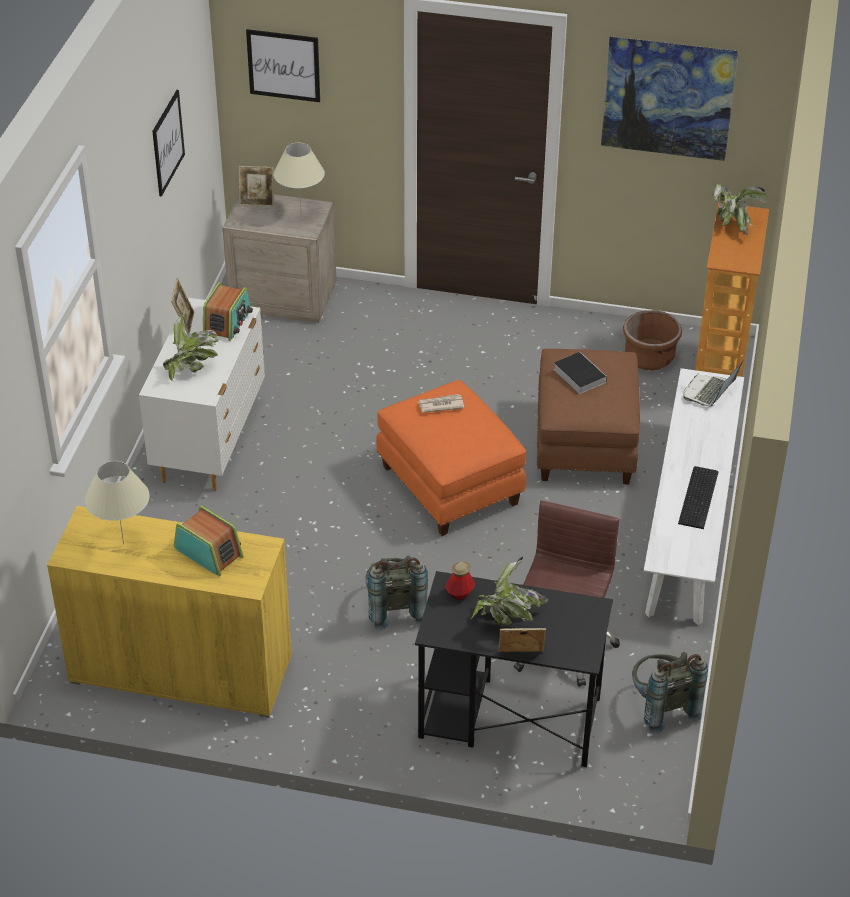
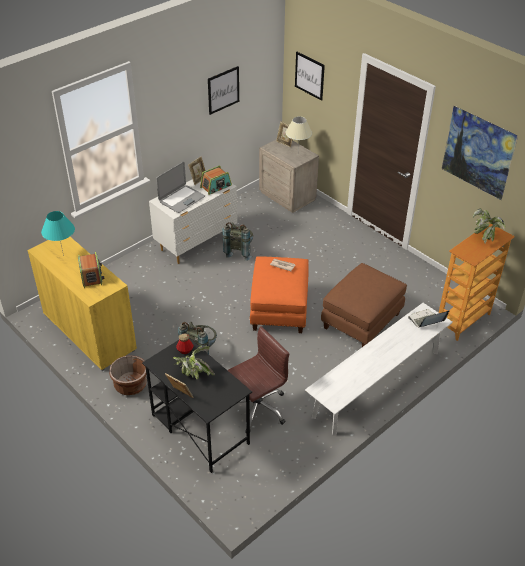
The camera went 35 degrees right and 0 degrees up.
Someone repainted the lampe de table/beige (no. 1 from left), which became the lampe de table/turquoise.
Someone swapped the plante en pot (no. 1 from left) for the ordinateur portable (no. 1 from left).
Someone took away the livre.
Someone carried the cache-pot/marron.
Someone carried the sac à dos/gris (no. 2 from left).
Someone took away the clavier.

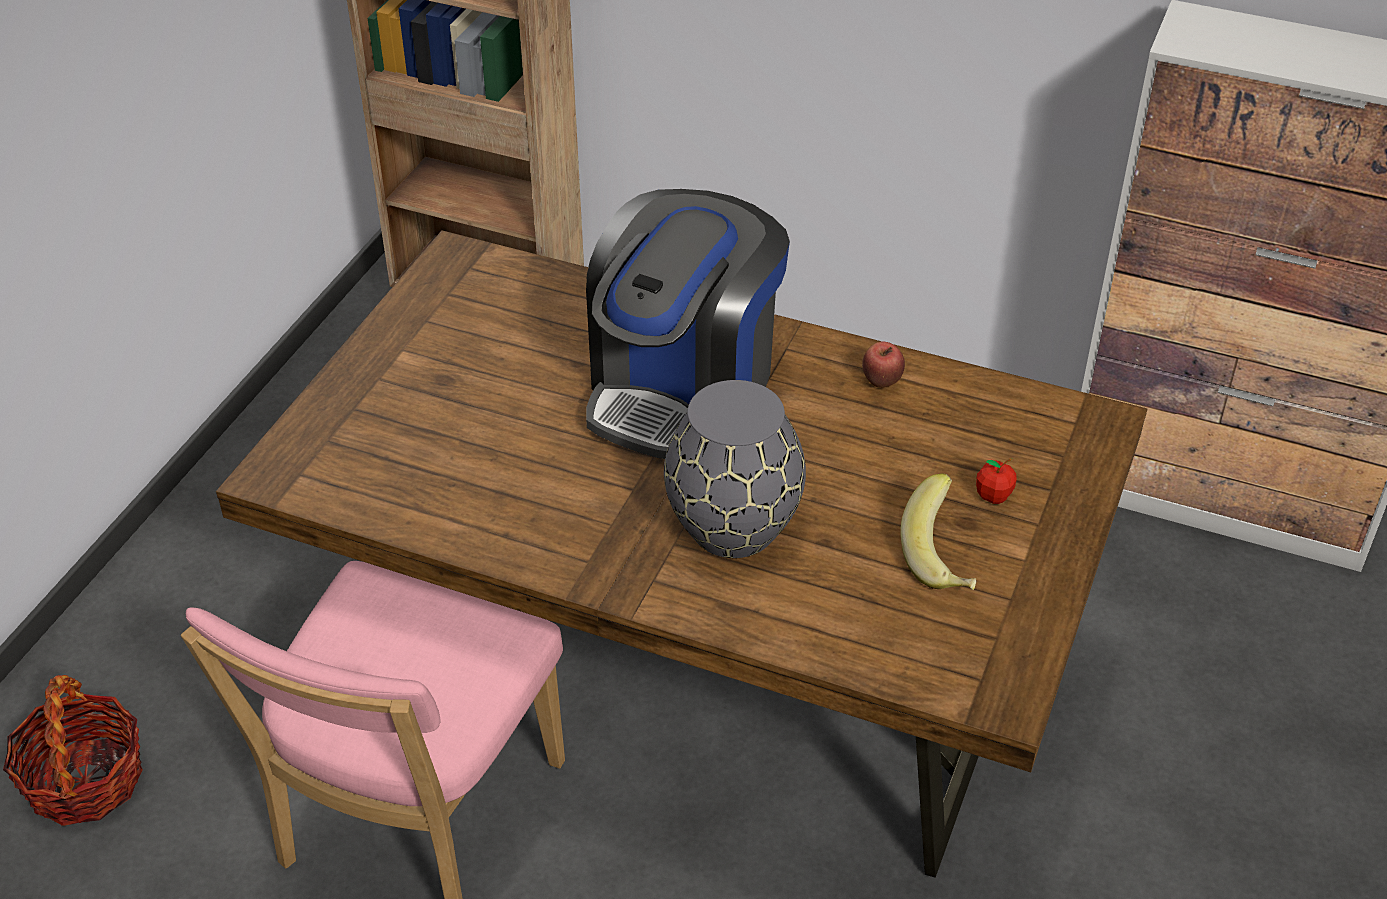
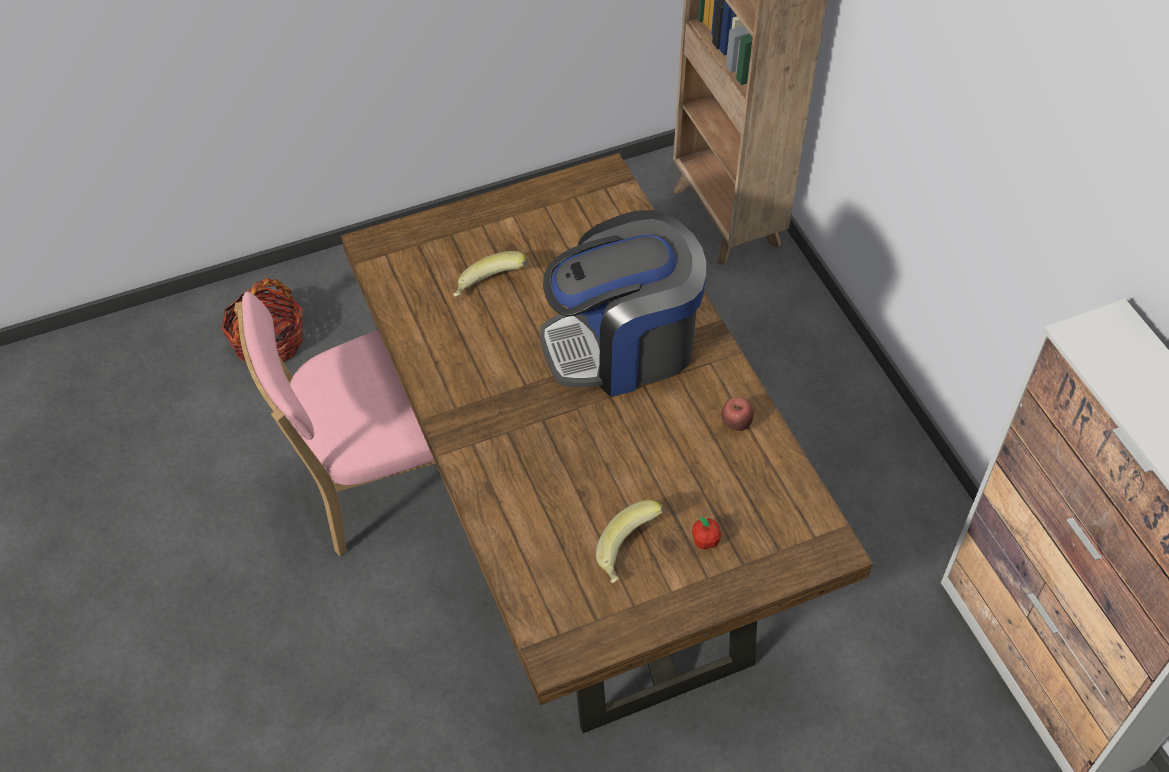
The camera went 45 degrees right and 10 degrees up.
Someone took away the vase/gris.
Someone put down the banane (no. 1 from left).

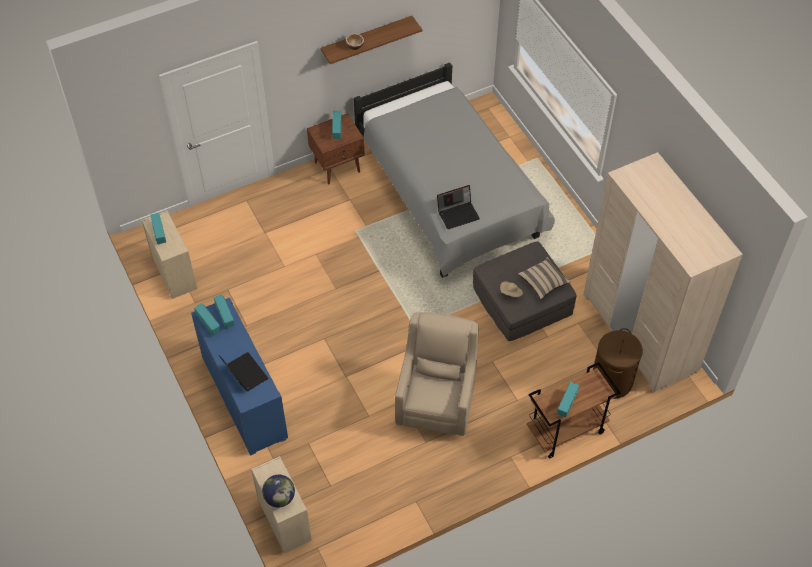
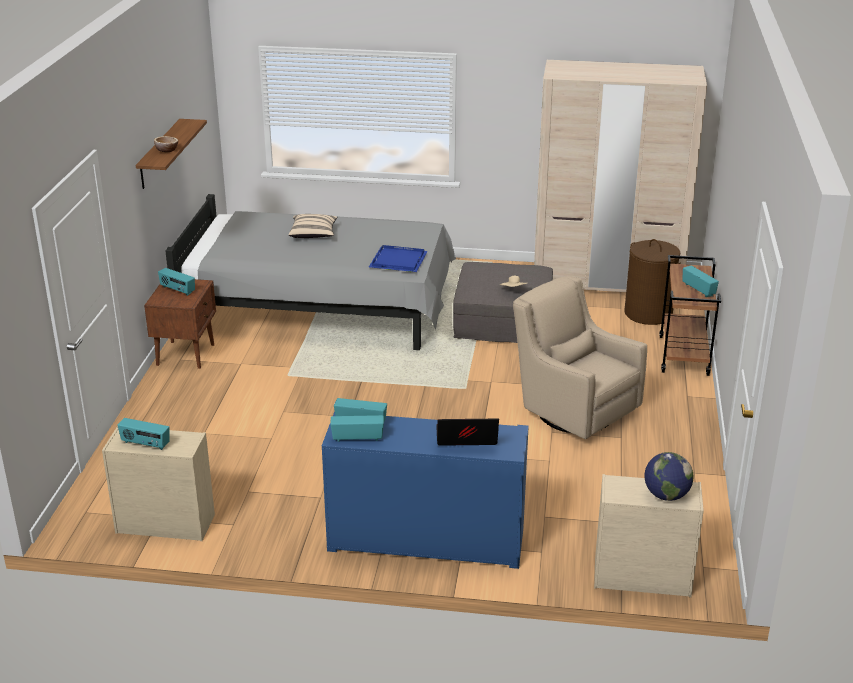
The camera went 55 degrees left and 25 degrees down.
Someone swapped the ordinateur portable (no. 2 from left) for the plateau/bleu.
Someone carried the coussin/beige.

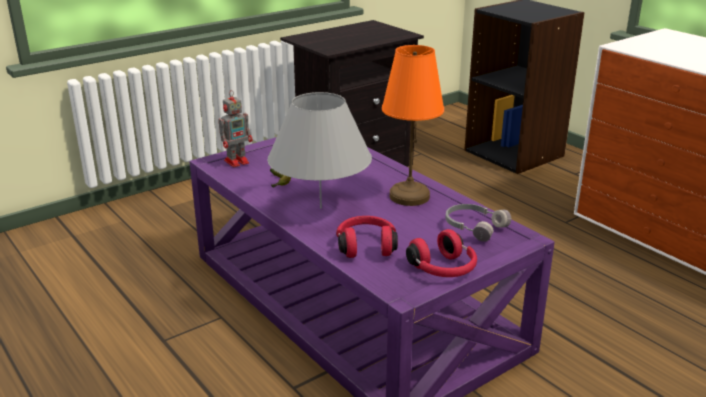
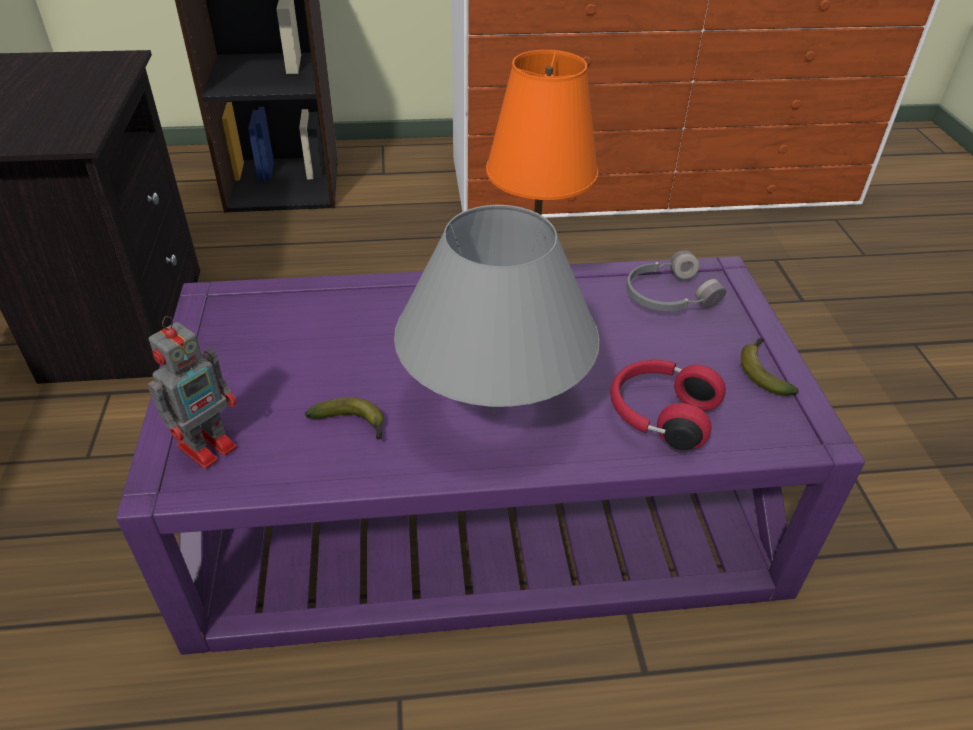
The camera went 60 degrees left and 15 degrees up.
Someone rotated the robot jouet by 45 degrees clockwise.
Someone swapped the casque audio/rouge (no. 2 from left) for the banane (no. 2 from left).

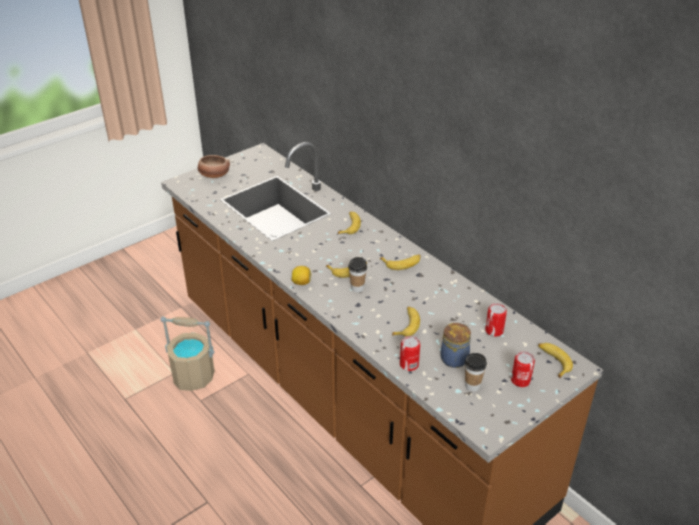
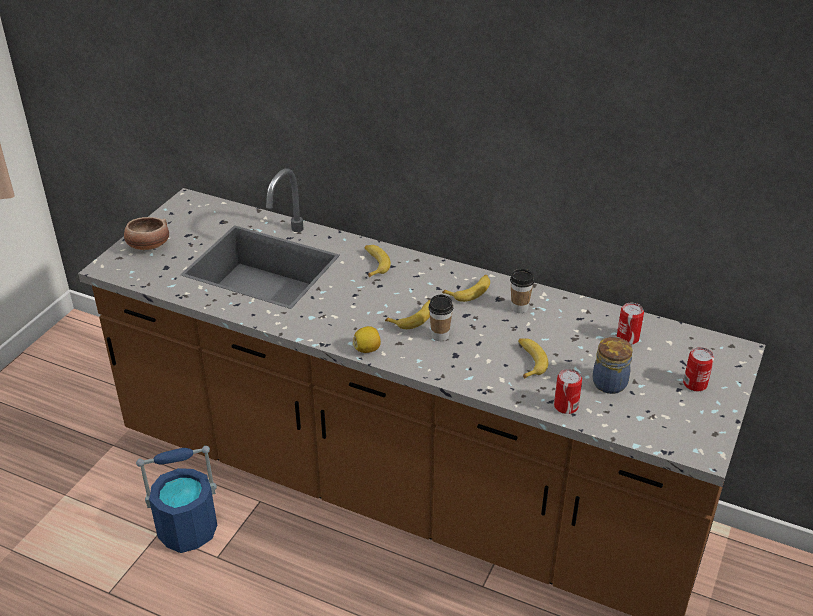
The camera went 25 degrees left and 0 degrees up.
Someone repainted the seau/beige, which became the seau/bleu.
Someone carried the tasse (no. 2 from left).
Someone took away the banane (no. 5 from left).

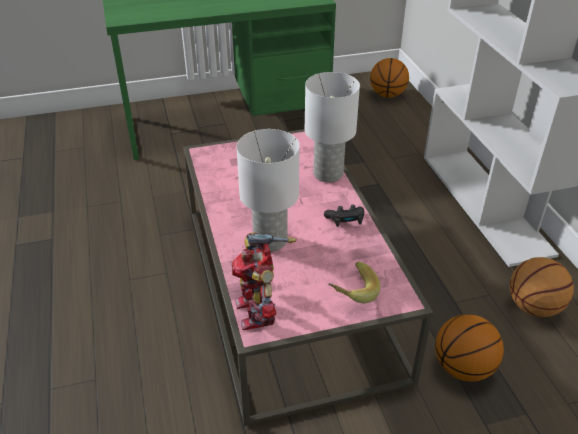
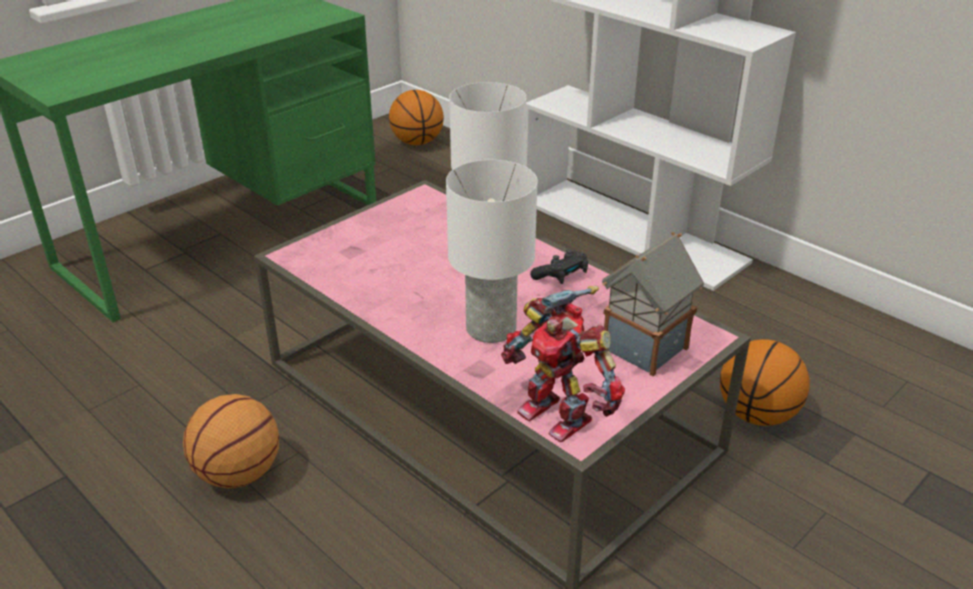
The camera went 30 degrees left and 5 degrees down.
Someone swapped the banane for the maison miniature.
Someone carried the ballon de basket (no. 3 from left in the first image).

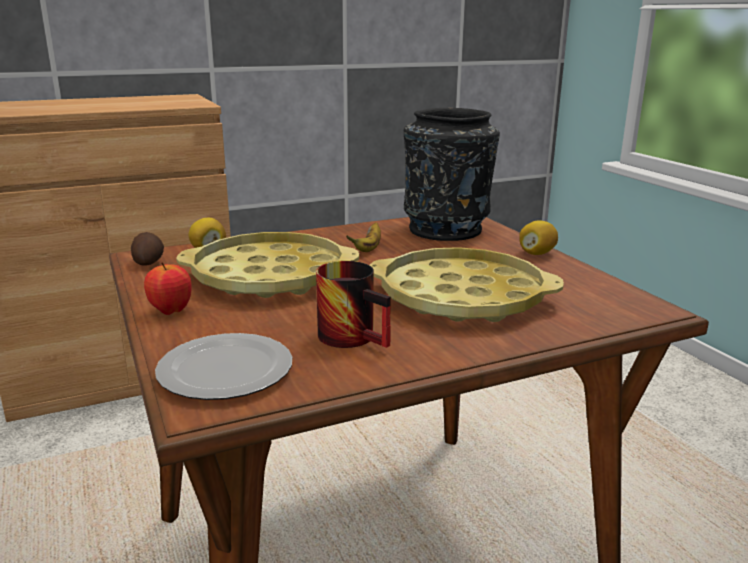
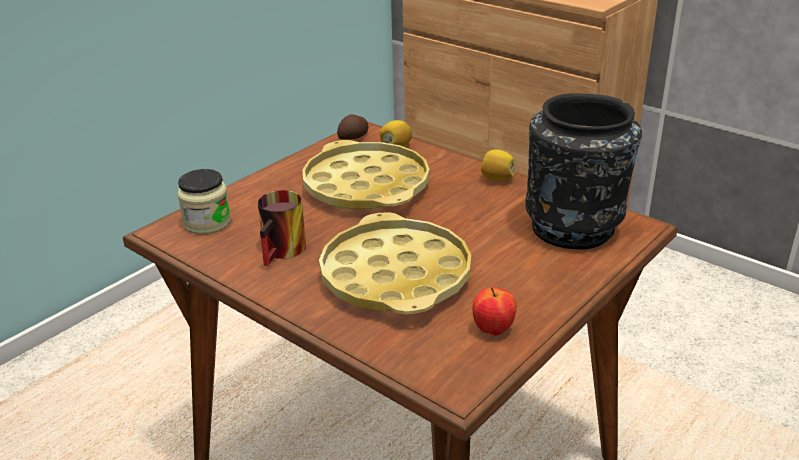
The camera went 65 degrees right and 10 degrees up.
Someone carried the pomme.
Someone swapped the assiette for the bocal.
Someone took away the banane.
Someone carried the citron (no. 2 from left).

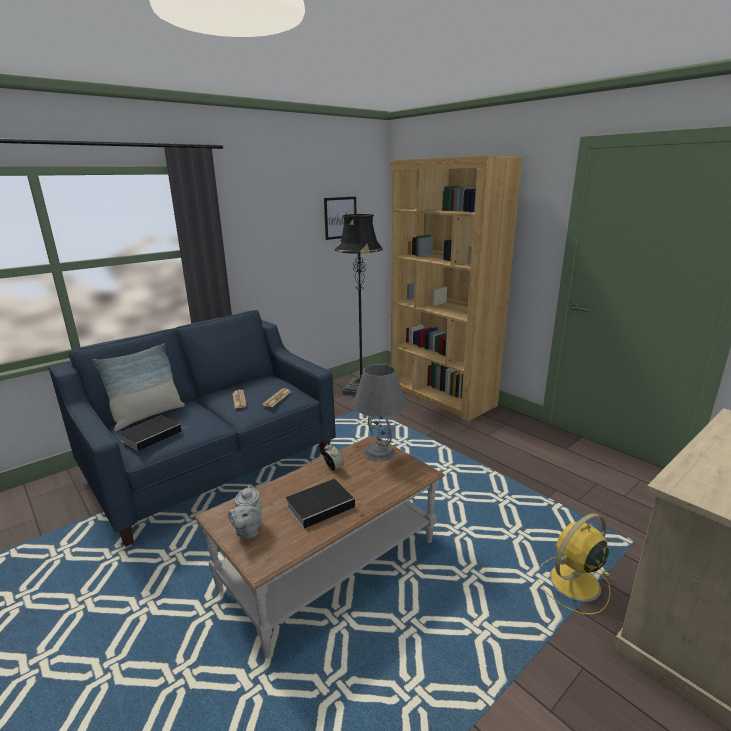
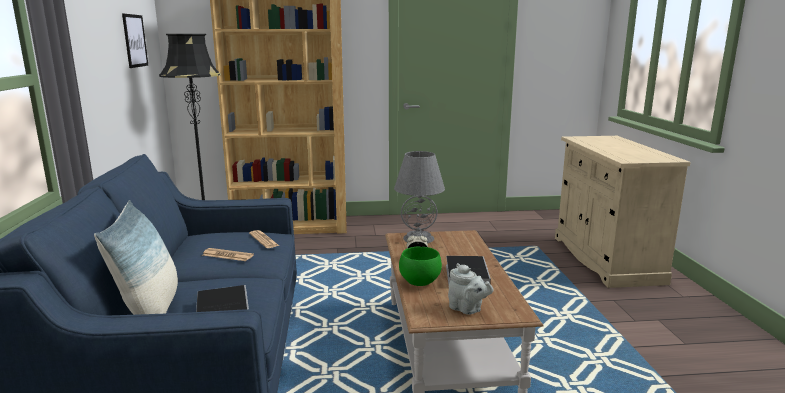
The camera went 55 degrees left and 5 degrees down.
Someone took away the ventilateur/jaune.
Someone put down the bol/vert.

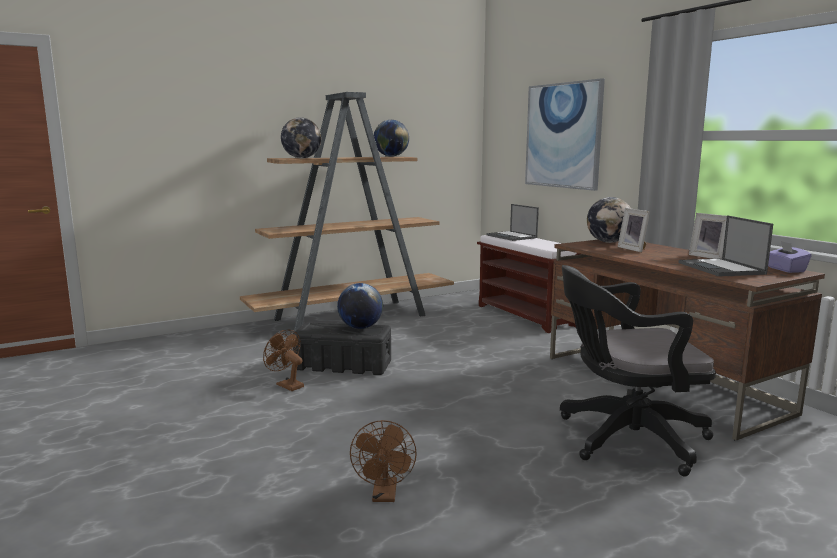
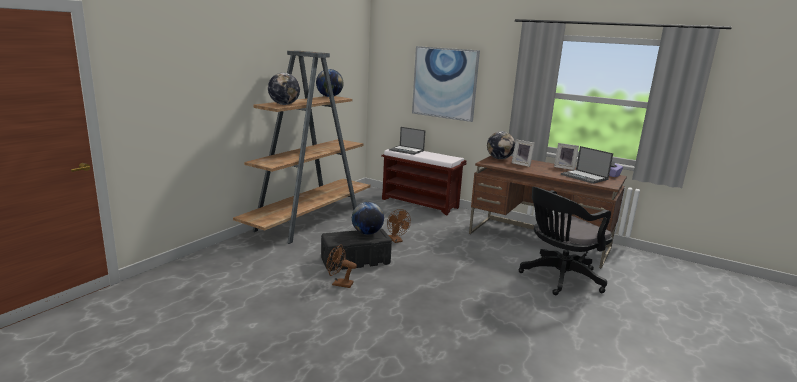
The camera went 30 degrees left and 5 degrees up.
Someone carried the ventilateur/marron (no. 2 from left).

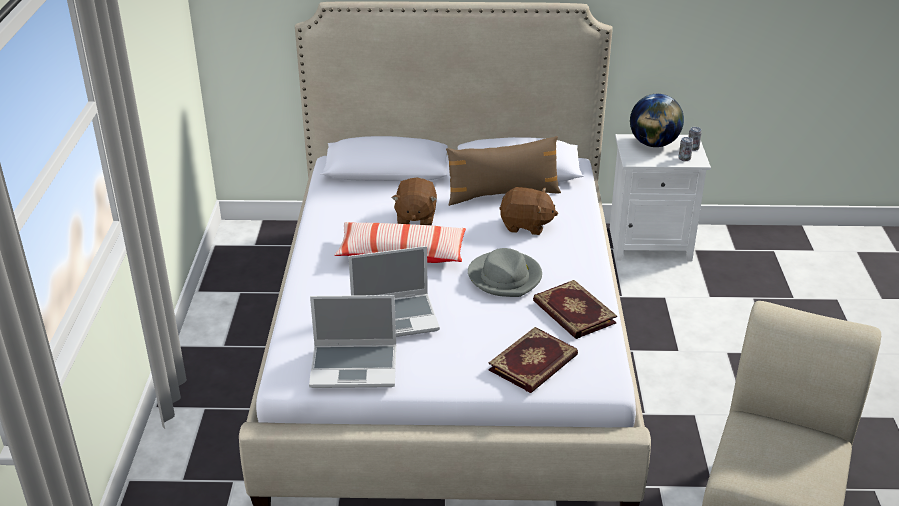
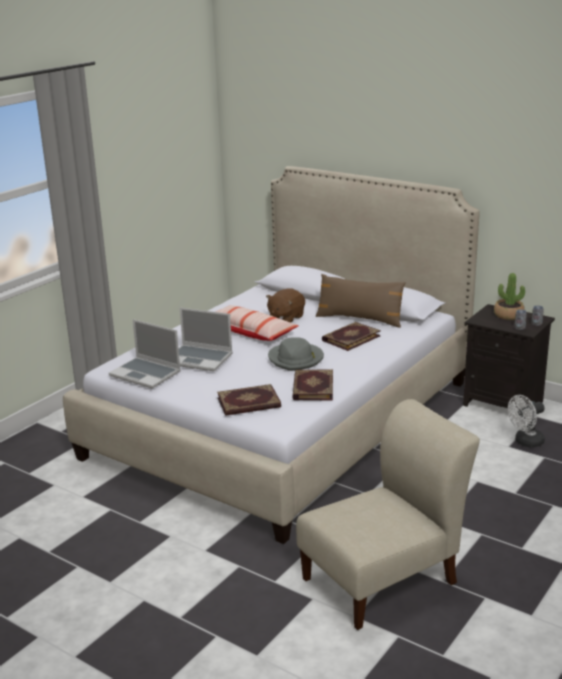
The camera went 35 degrees right and 10 degrees down.
Someone swapped the peluche/marron (no. 2 from left) for the livre (no. 3 from left).
Someone repainted the table de chevet/blanc, which became the table de chevet/noir.
Someone swapped the globe for the plante en pot.
Someone put down the ventilateur/blanc.

